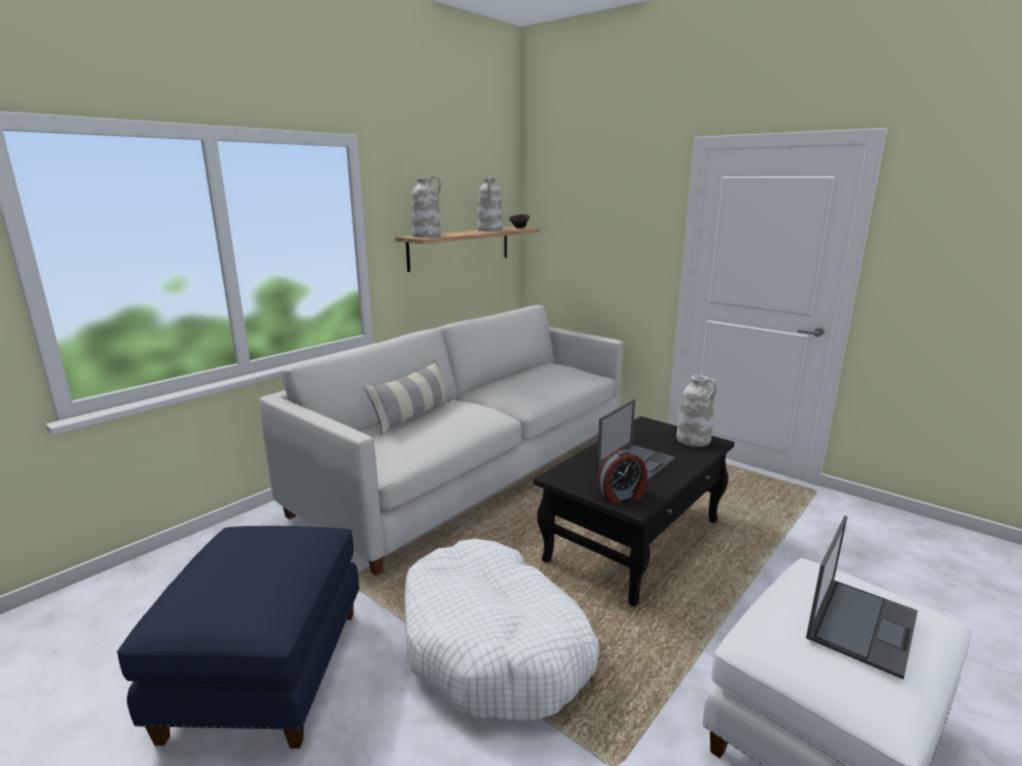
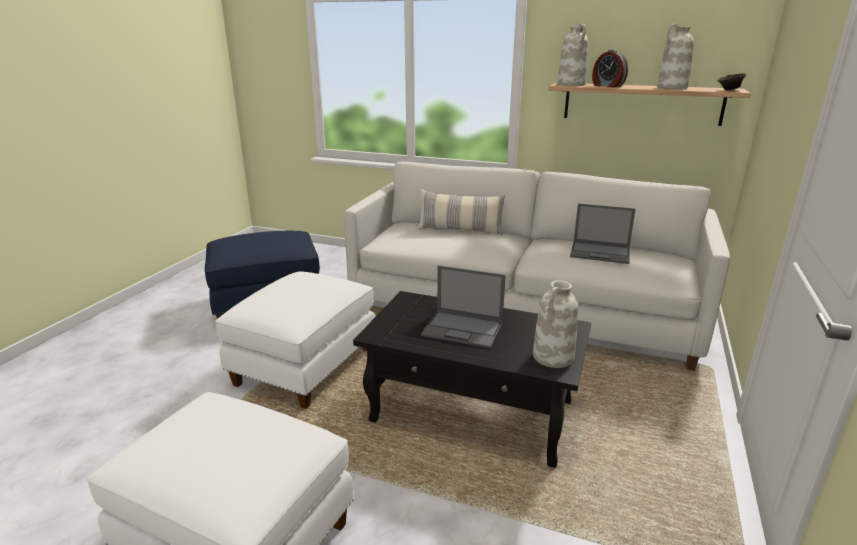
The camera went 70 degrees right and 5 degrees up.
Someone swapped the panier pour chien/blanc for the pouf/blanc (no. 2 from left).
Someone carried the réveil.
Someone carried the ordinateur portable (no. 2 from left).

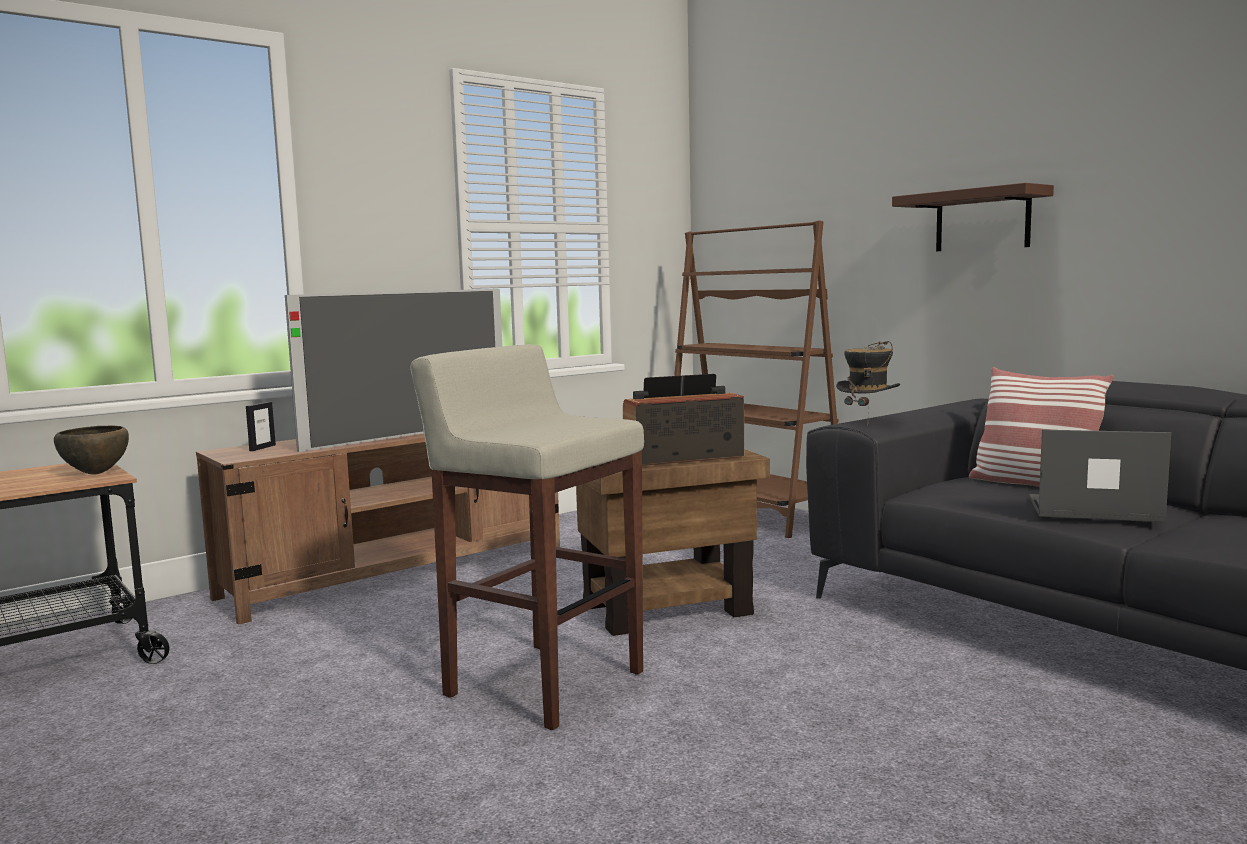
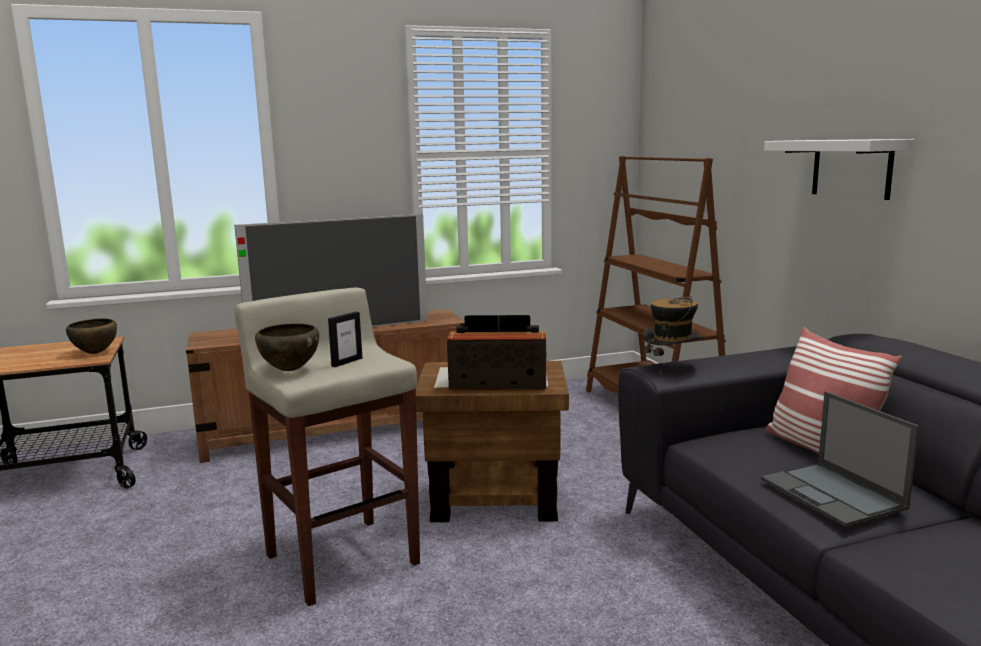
The camera went 20 degrees right and 5 degrees up.
Someone carried the cadre photo.
Someone repainted the étagère/marron, which became the étagère/blanc.
Someone rotated the ordinateur portable by 150 degrees counterclockwise.
Someone put down the bol/marron (no. 2 from left).

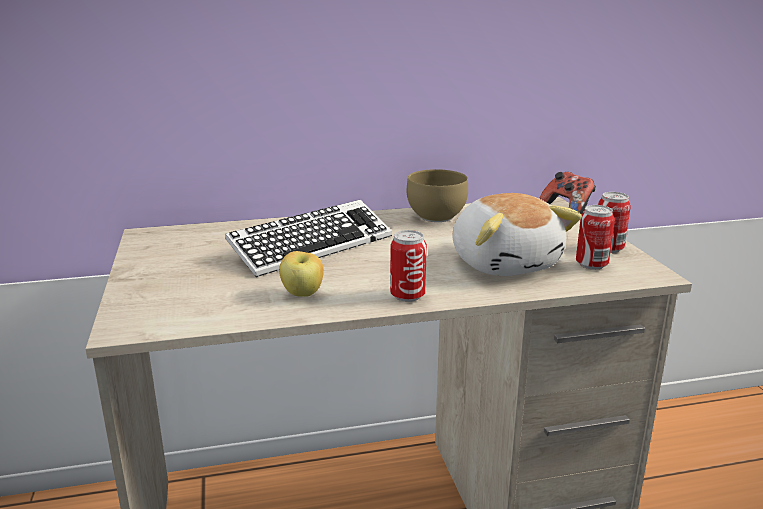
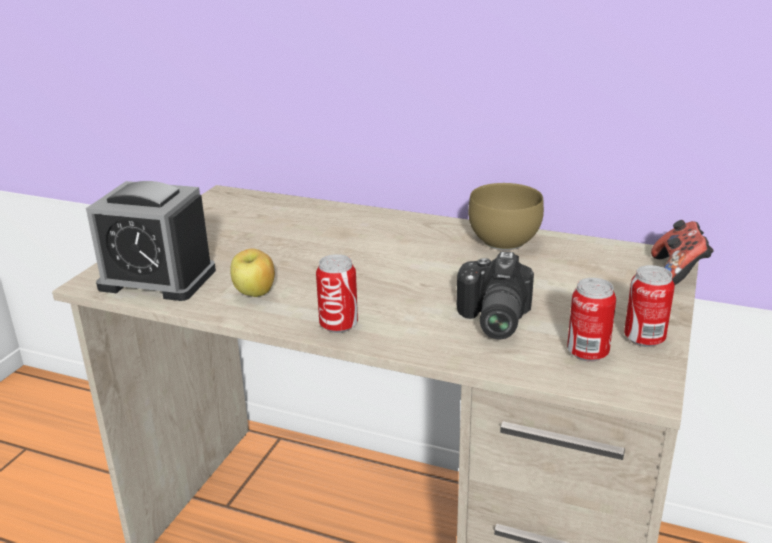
The camera went 35 degrees right and 5 degrees up.
Someone took away the clavier.
Someone swapped the peluche for the appareil photo.
Someone put down the réveil.

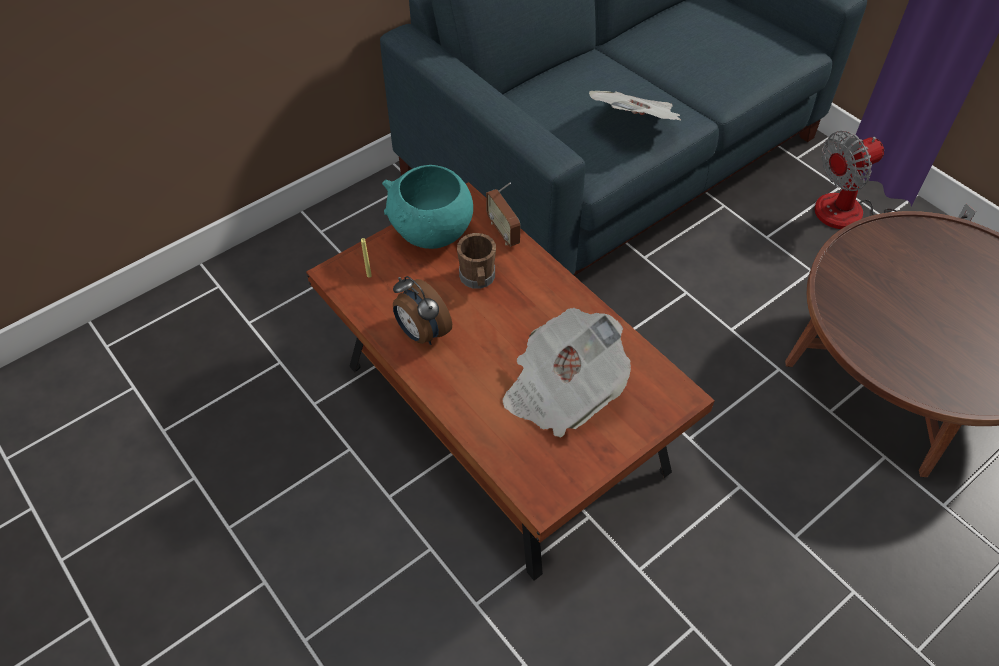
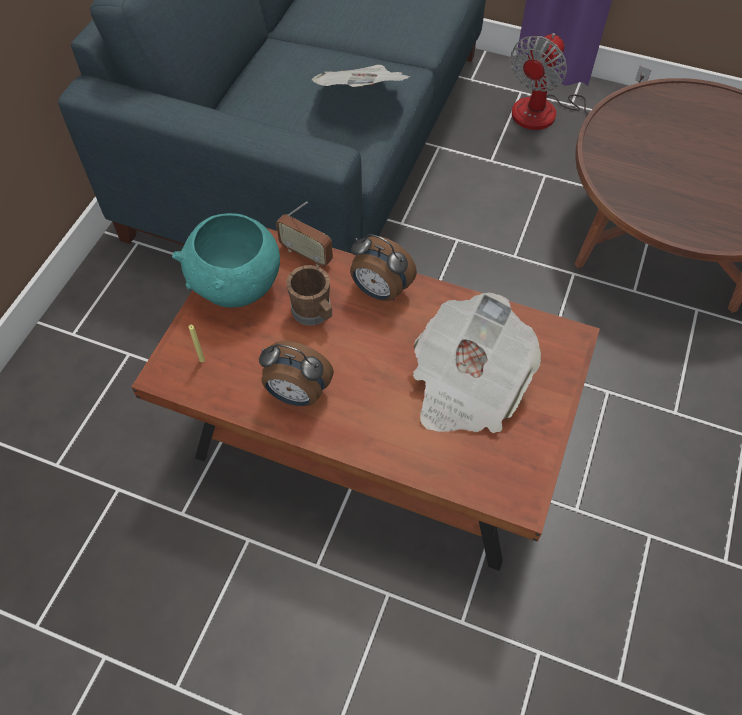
The camera went 30 degrees left and 5 degrees up.
Someone put down the réveil (no. 2 from left).

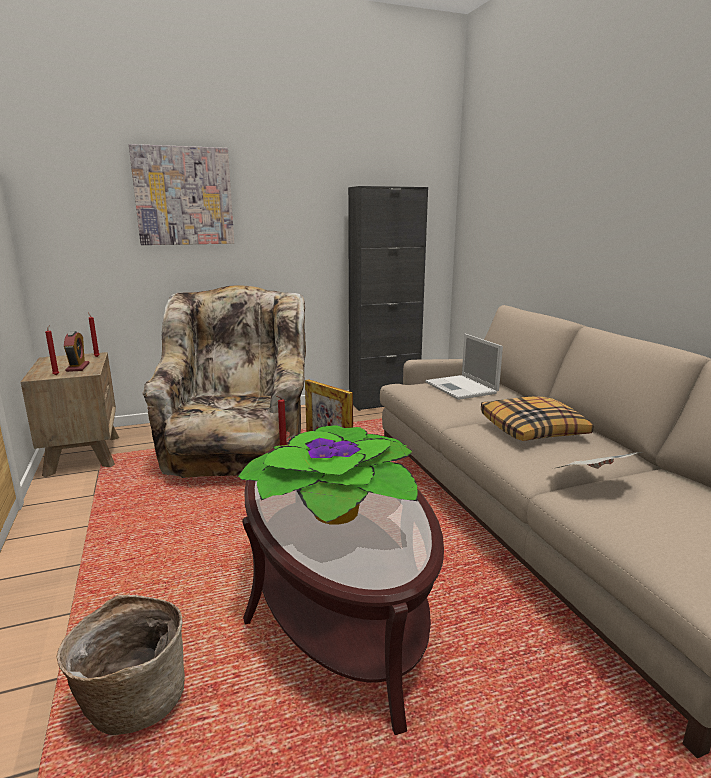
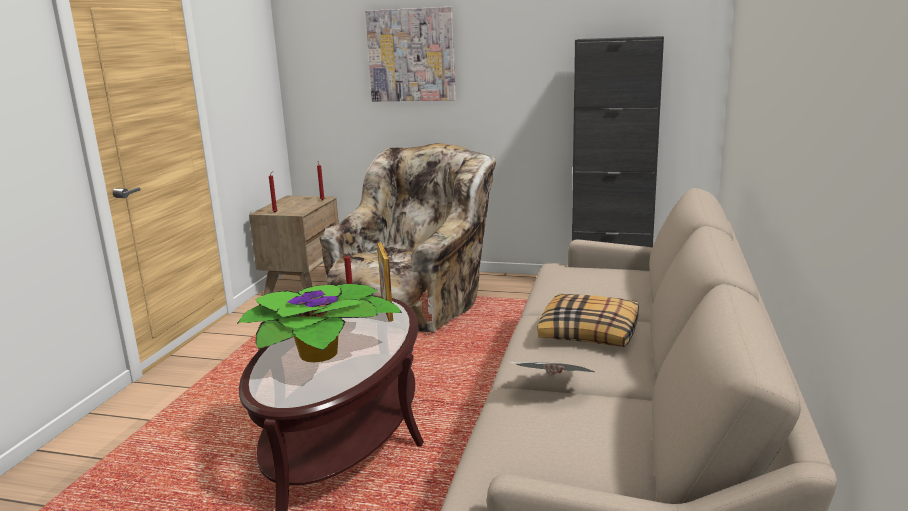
The camera went 35 degrees right and 0 degrees up.
Someone took away the panier.
Someone took away the réveil.
Someone took away the ordinateur portable.

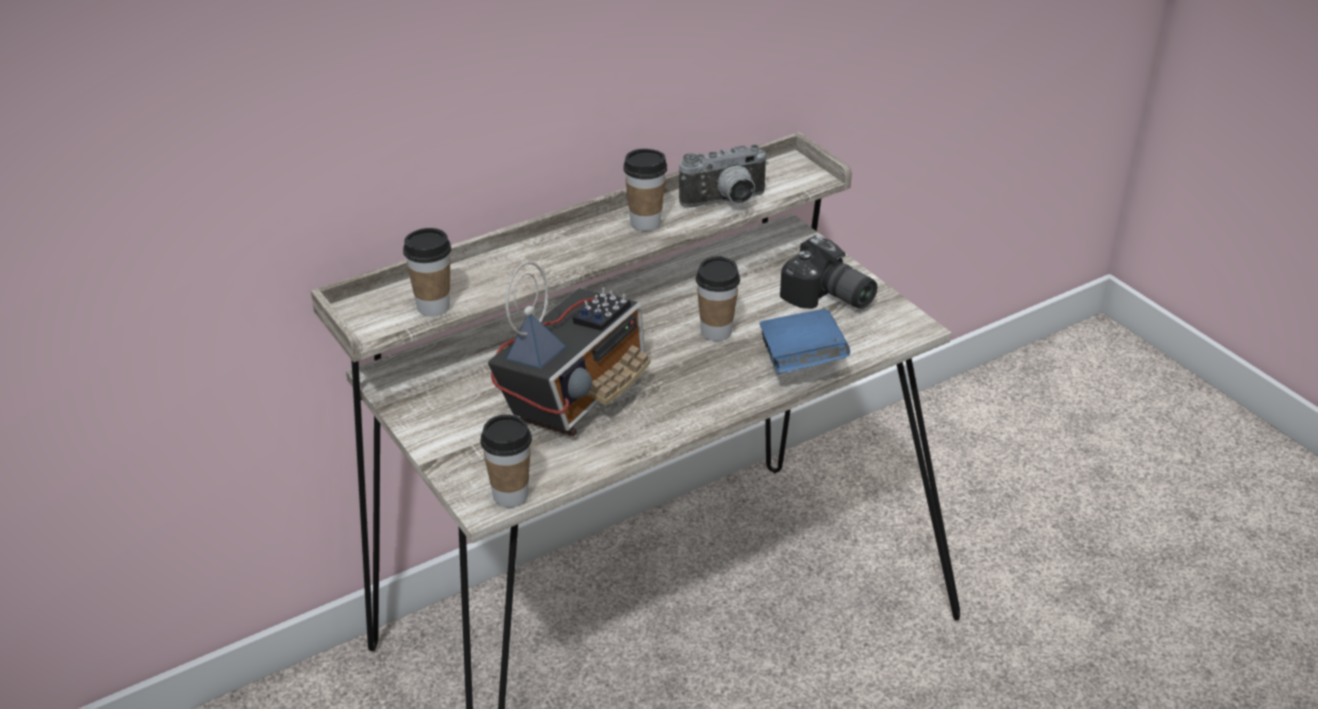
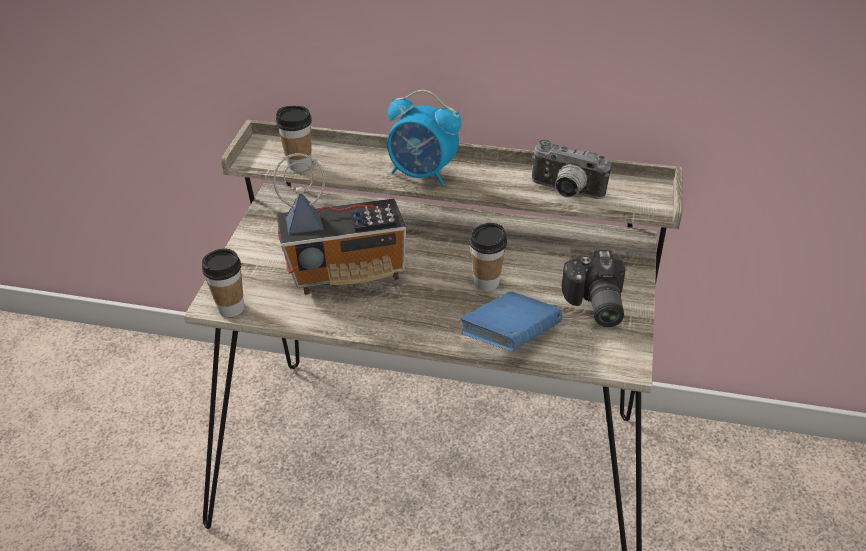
The camera went 45 degrees right and 5 degrees up.
Someone took away the tasse (no. 3 from left).
Someone put down the réveil.

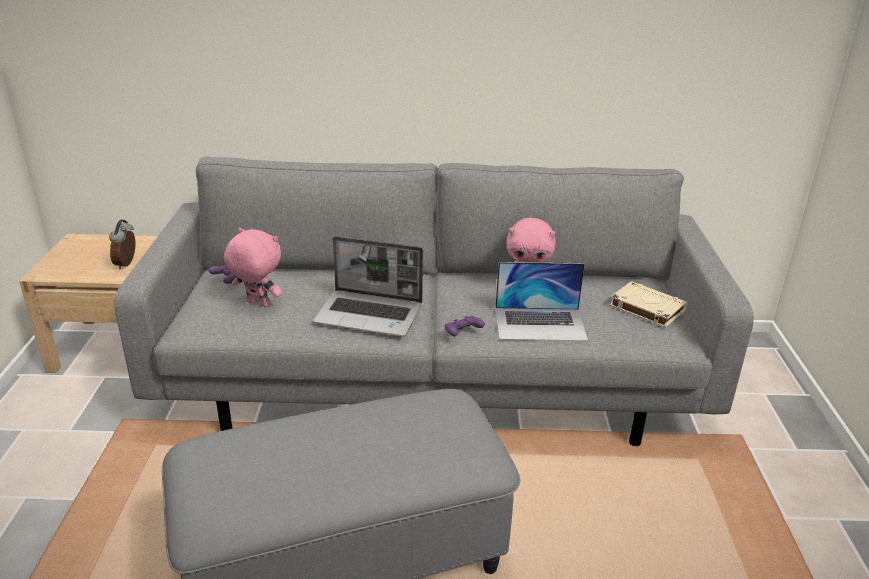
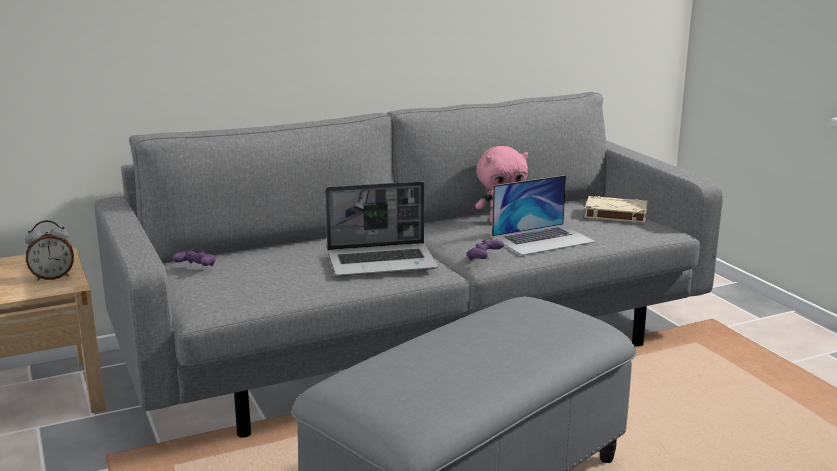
The camera went 25 degrees left and 10 degrees down.
Someone rotated the réveil by 90 degrees counterclockwise.
Someone took away the peluche/rose (no. 1 from left).

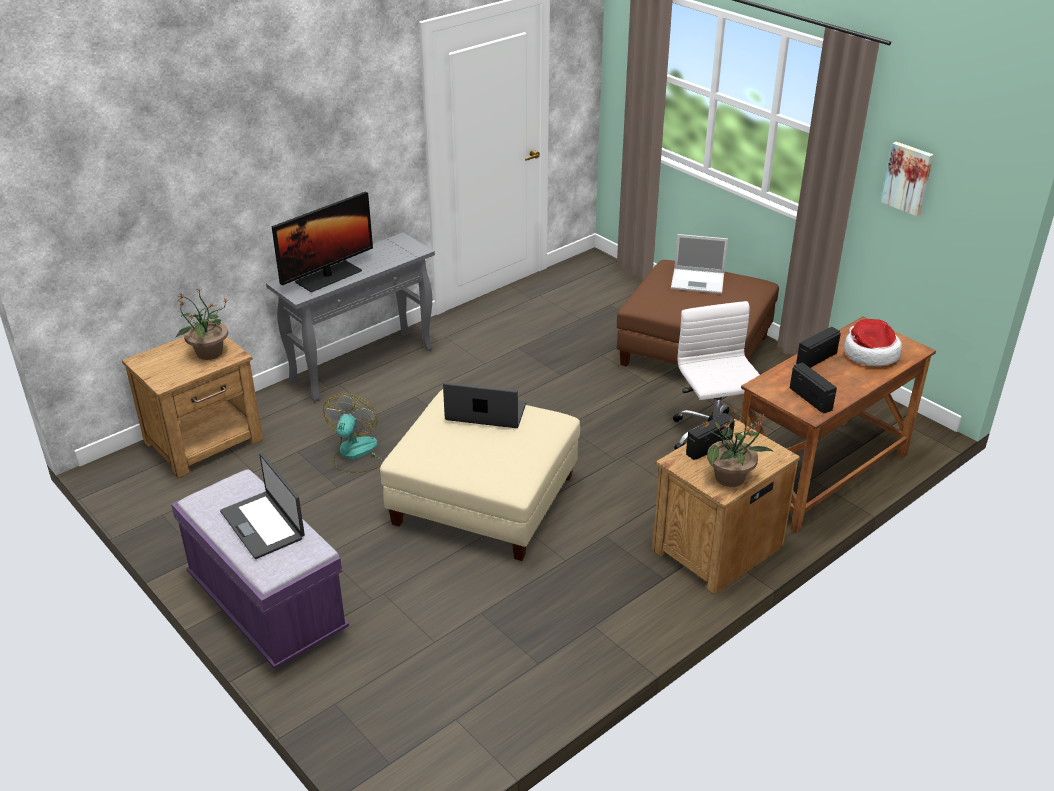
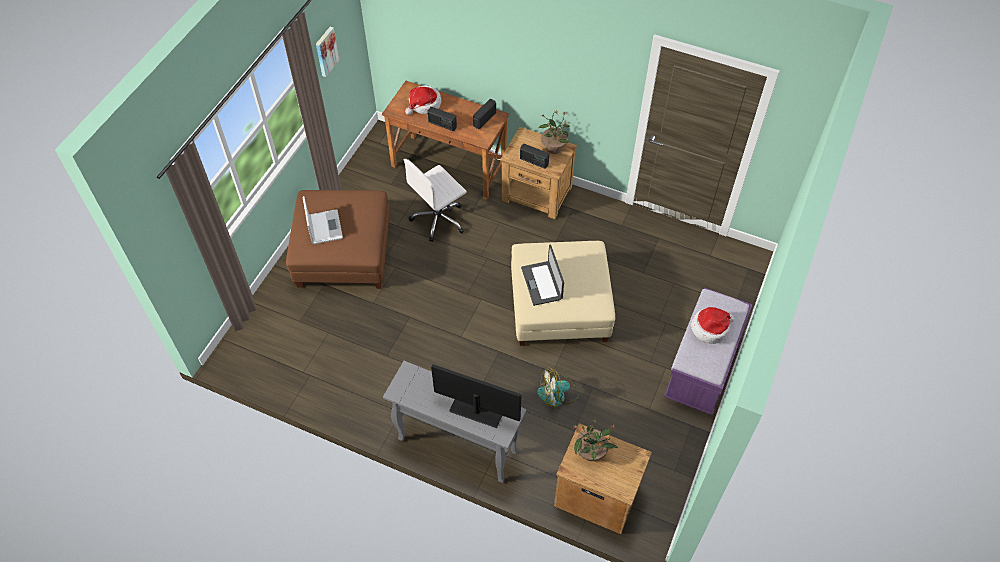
The camera went 115 degrees left and 20 degrees up.
Someone swapped the ordinateur portable (no. 1 from left) for the chapeau (no. 2 from left).

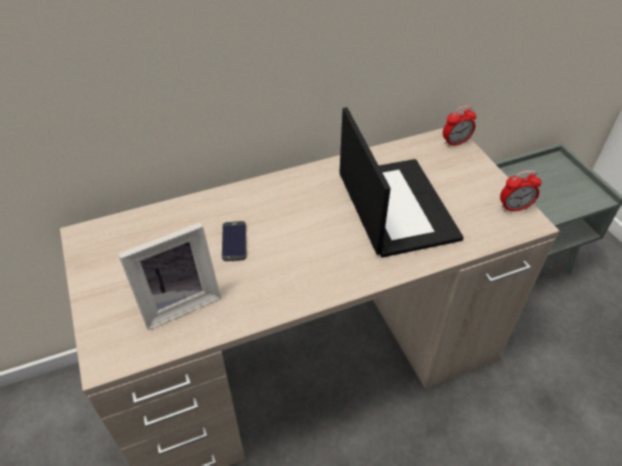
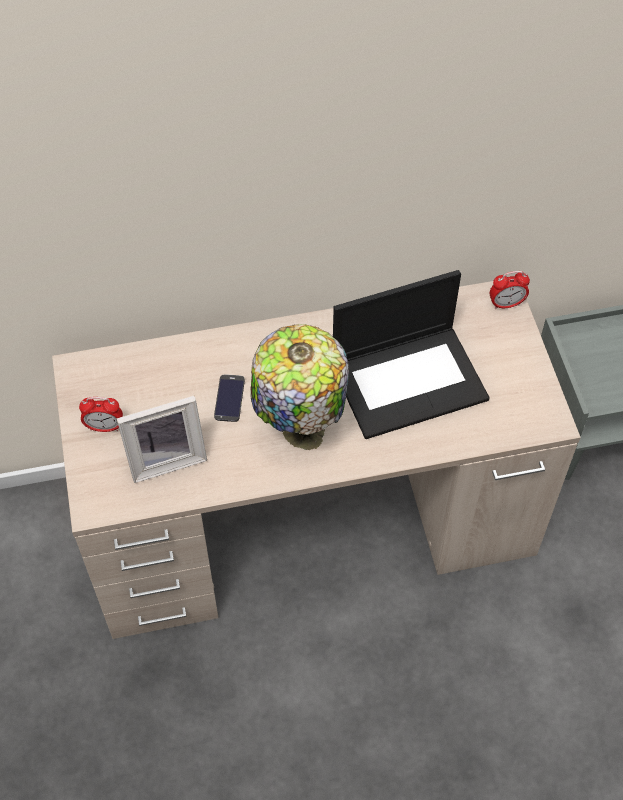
The camera went 10 degrees right and 10 degrees up.
Someone rotated the ordinateur portable by 75 degrees clockwise.
Someone carried the réveil (no. 2 from left in the first image).
Someone put down the lampe de table.

